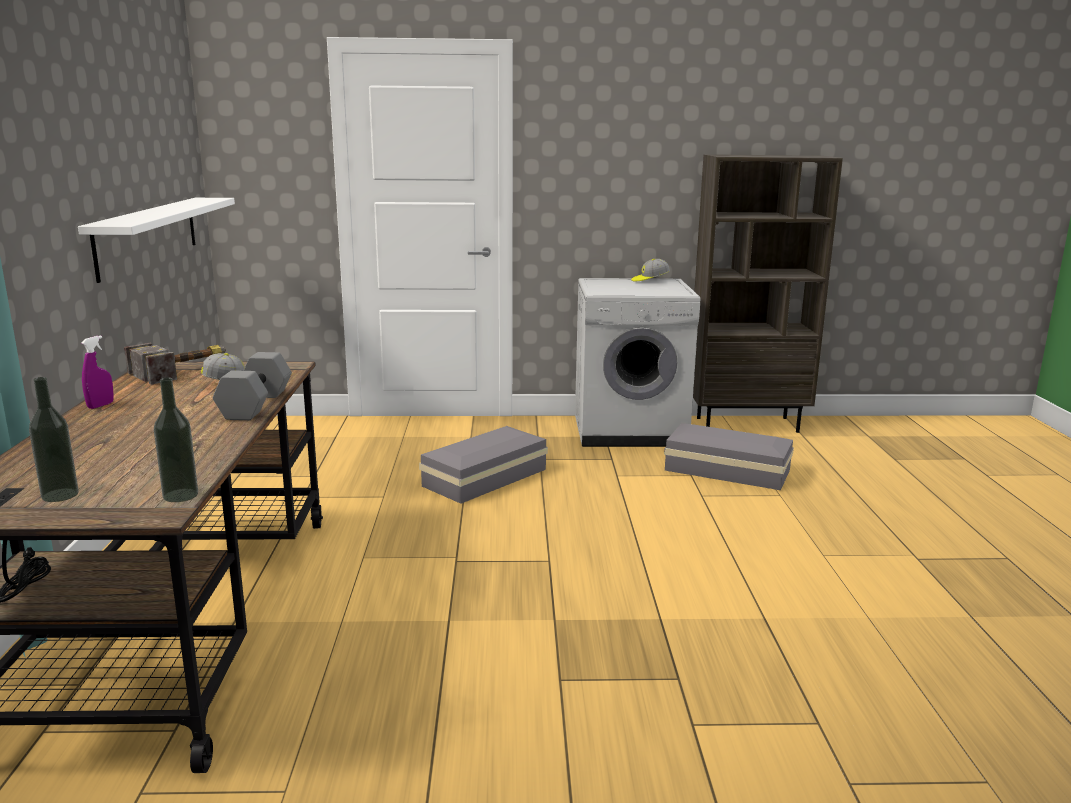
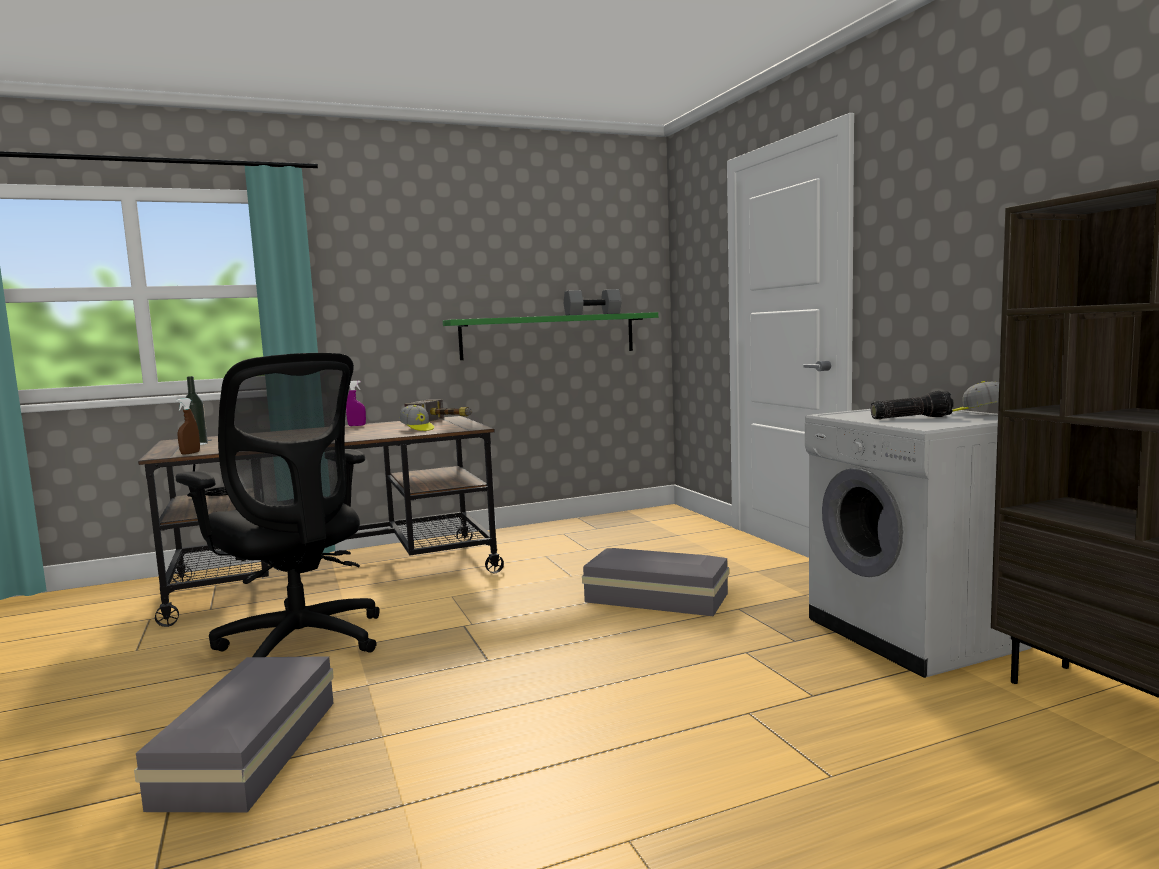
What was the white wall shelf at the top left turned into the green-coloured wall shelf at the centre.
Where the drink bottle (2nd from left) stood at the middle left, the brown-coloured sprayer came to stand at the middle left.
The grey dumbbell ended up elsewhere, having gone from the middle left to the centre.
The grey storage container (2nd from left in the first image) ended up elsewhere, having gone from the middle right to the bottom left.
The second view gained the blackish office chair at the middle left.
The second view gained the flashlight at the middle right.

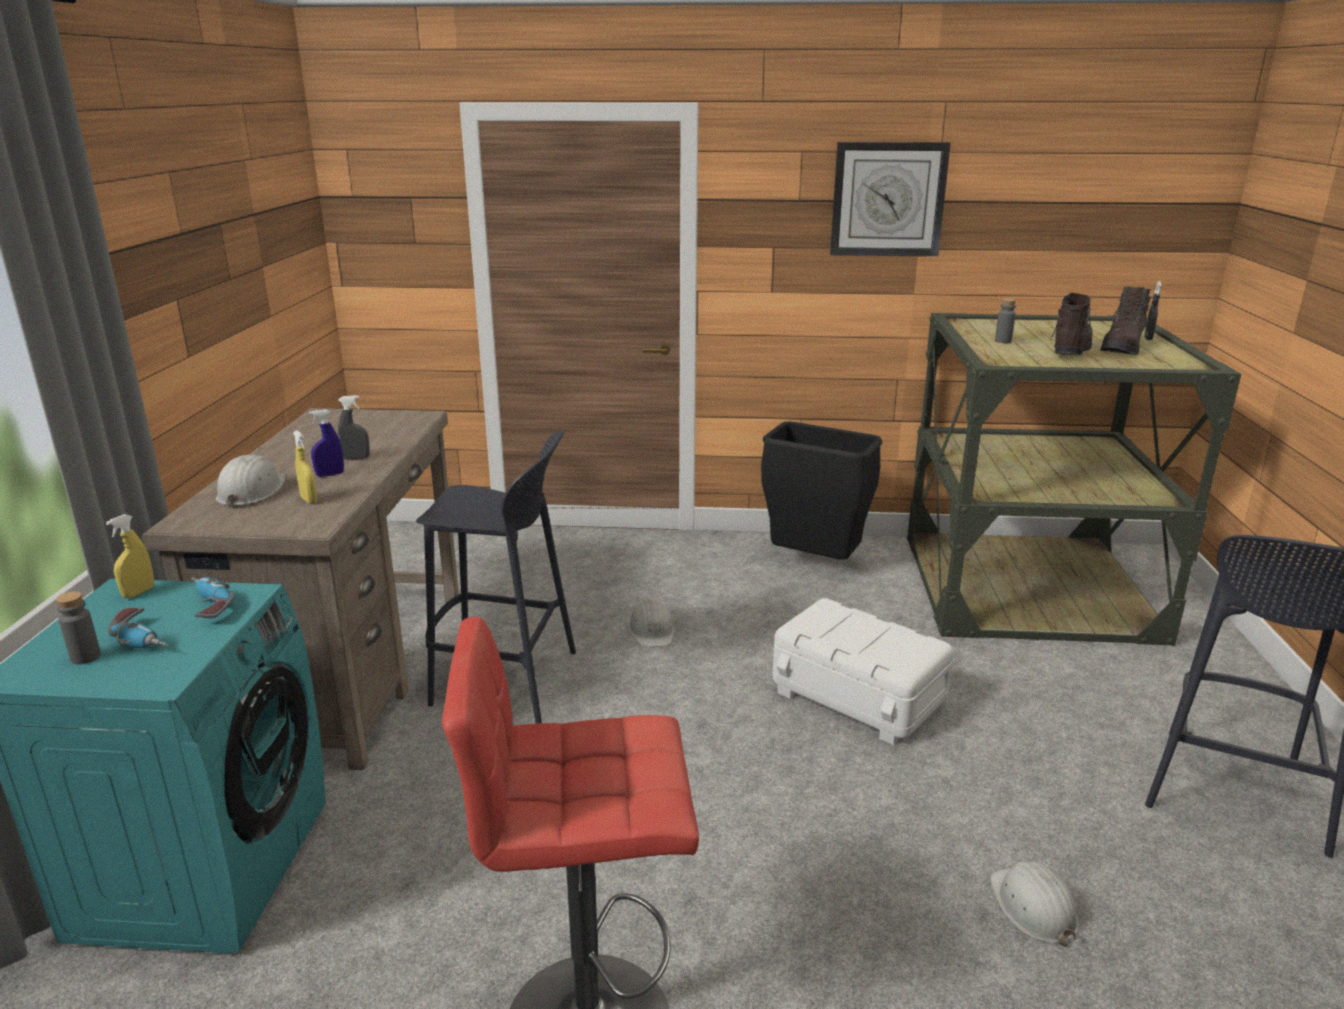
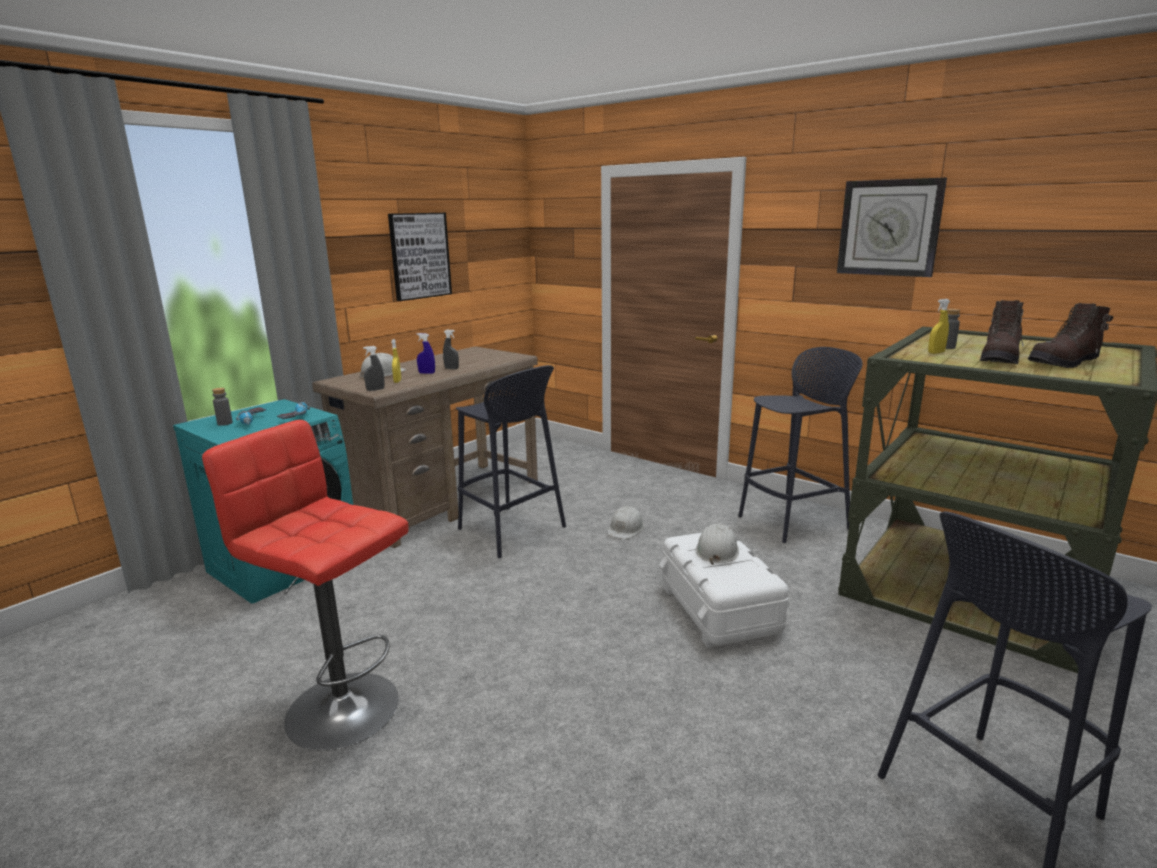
The yellow sprayer (1st from left in the first image) ended up elsewhere, having gone from the middle left to the middle right.
Where the blackish waste bin stood at the centre, the grey stool seat (2nd from left) came to stand at the middle right.
The white hard hat (3rd from left) ended up elsewhere, having gone from the bottom right to the centre.
The brown-coloured boot (1st from left) at the top right ended up facing another way, 150 degrees clockwise from before.
The grey sprayer (2nd from left in the first image) ended up elsewhere, having gone from the top right to the middle left.
The second view gained the picture at the top centre.

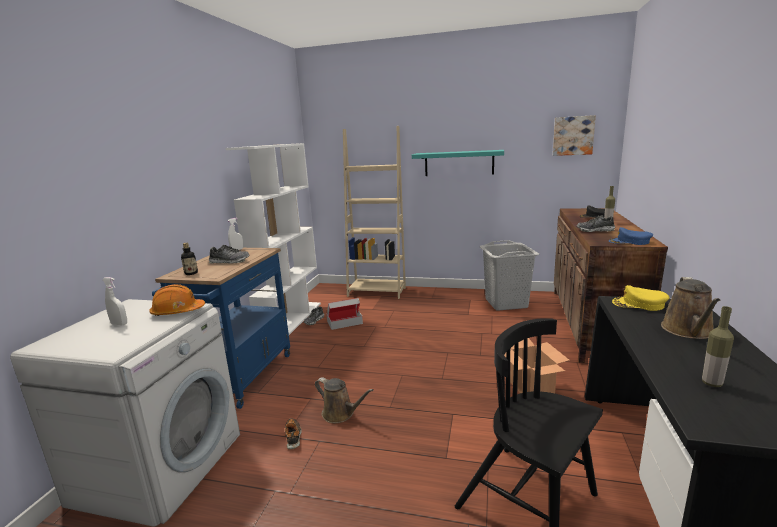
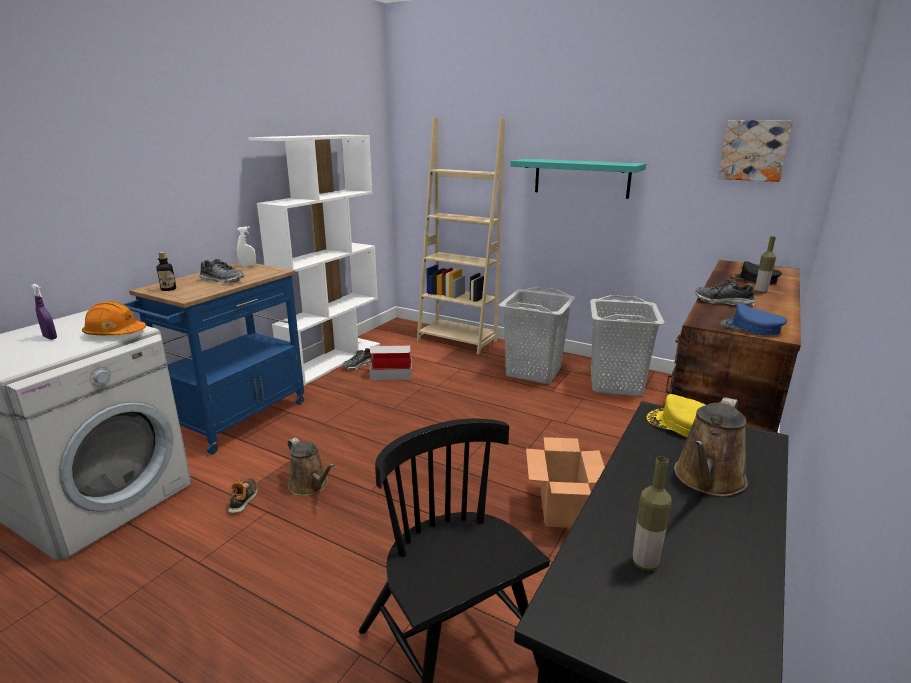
What was the white sprayer (1st from left) at the middle left turned into the purple sprayer at the middle left.
The second view gained the grey laundry basket (1st from left) at the centre.

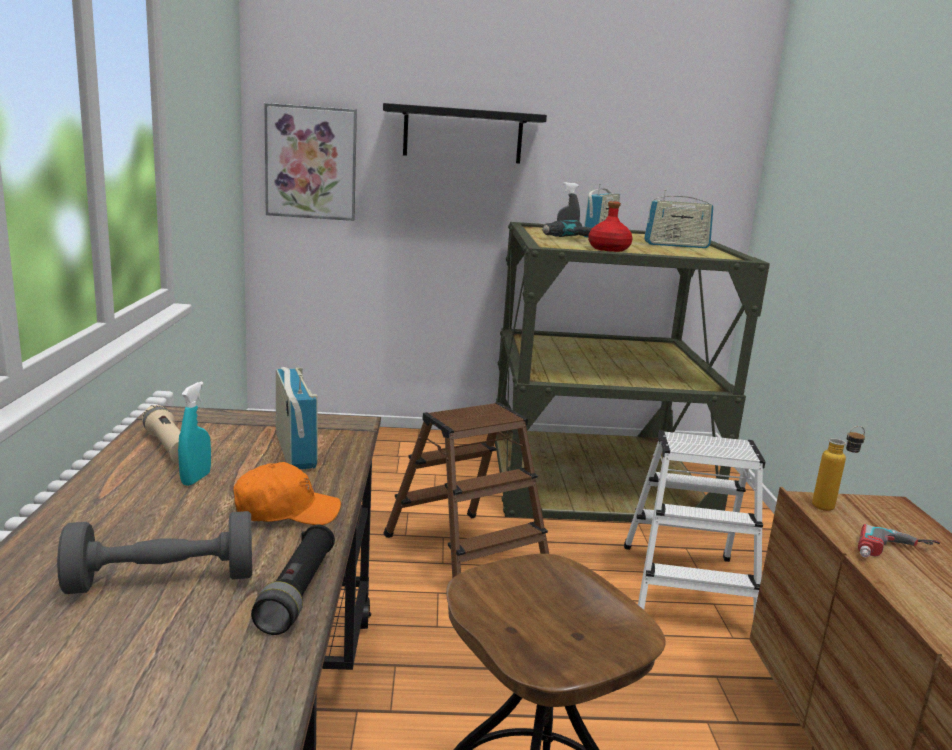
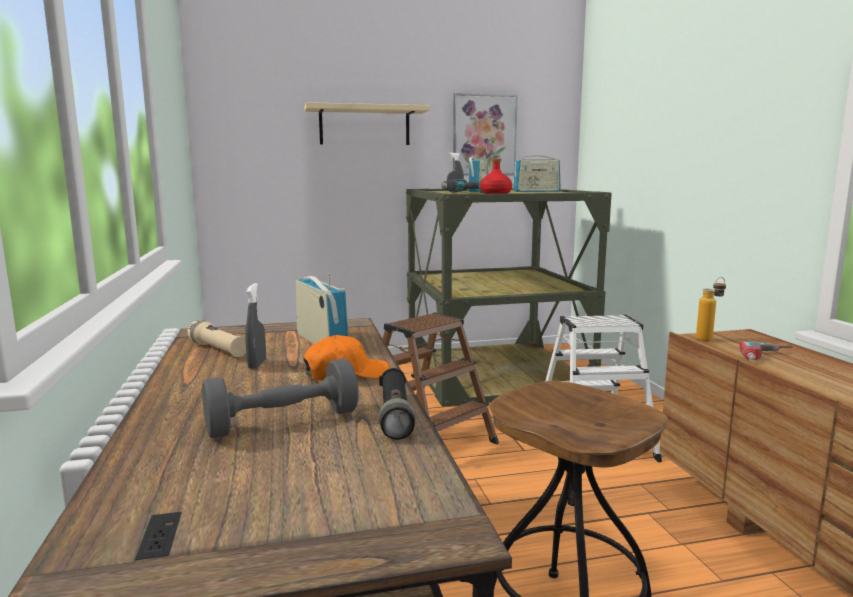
What was the turquoise-coloured sprayer at the middle left turned into the grey sprayer (1st from left) at the middle left.
The picture ended up elsewhere, having gone from the top left to the top centre.
What was the blackish wall shelf at the top centre turned into the beige wall shelf at the top centre.

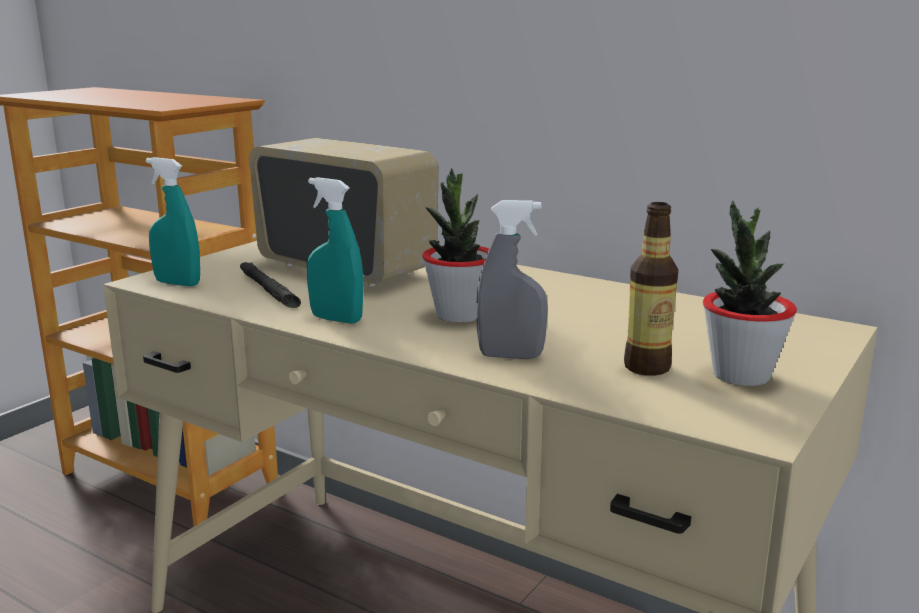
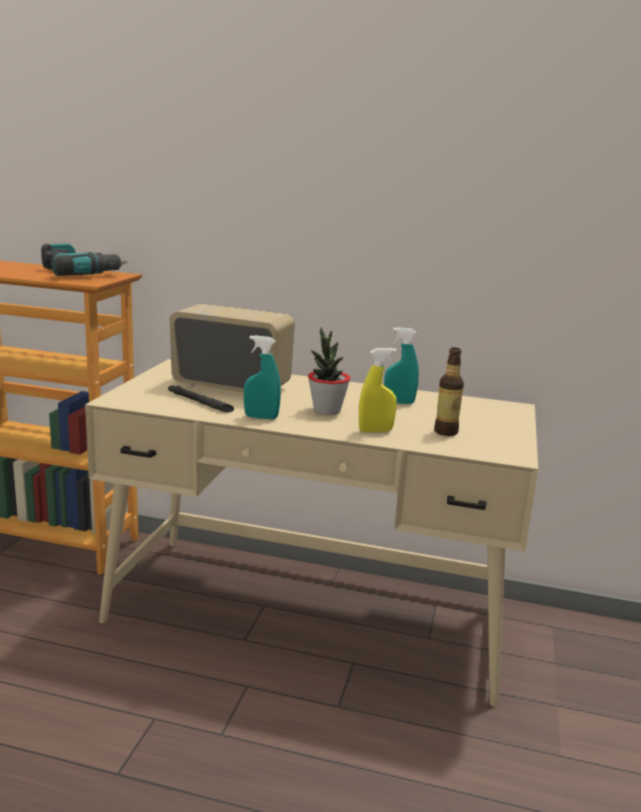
The turquoise-coloured sprayer (1st from left in the first image) ended up elsewhere, having gone from the middle left to the centre.
What was the grey sprayer at the centre turned into the yellow sprayer at the centre.
The second view lost the potted plant (2nd from left) at the middle right.
The second view gained the drill at the top left.

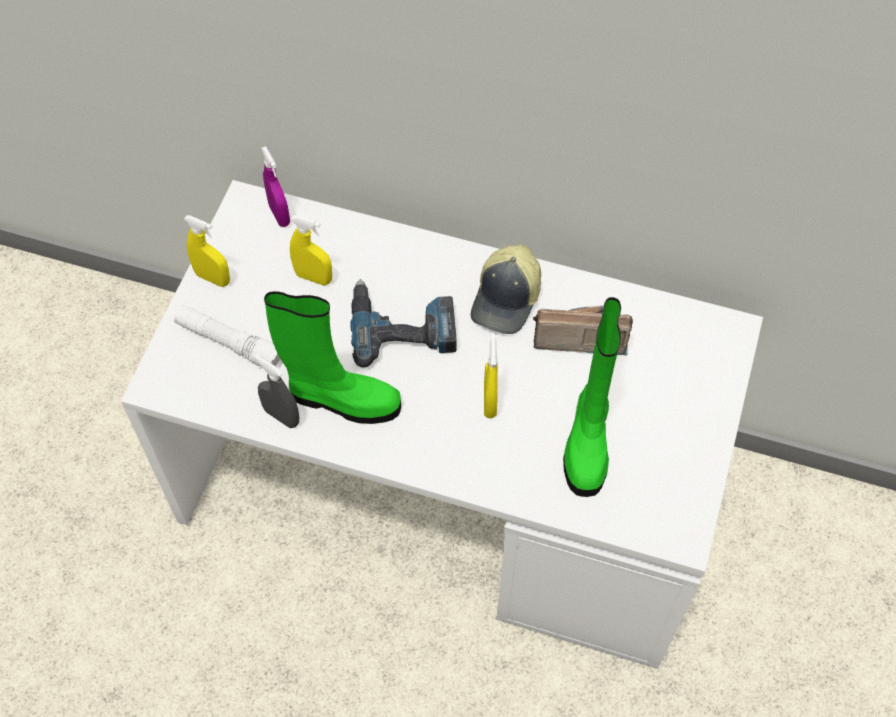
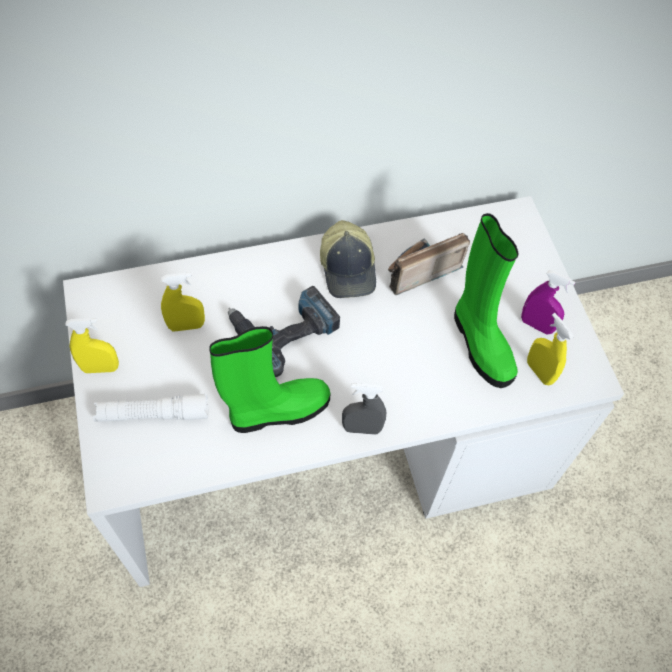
The grey sprayer ended up elsewhere, having gone from the middle left to the centre.
The purple sprayer ended up elsewhere, having gone from the top left to the middle right.
The yellow sprayer (3rd from left) ended up elsewhere, having gone from the centre to the middle right.

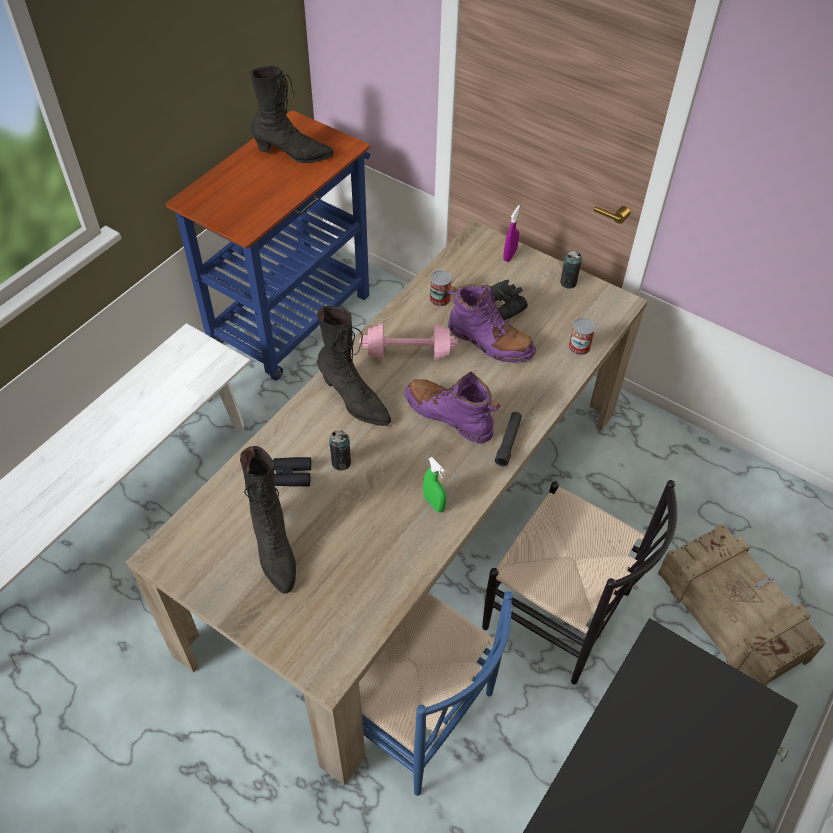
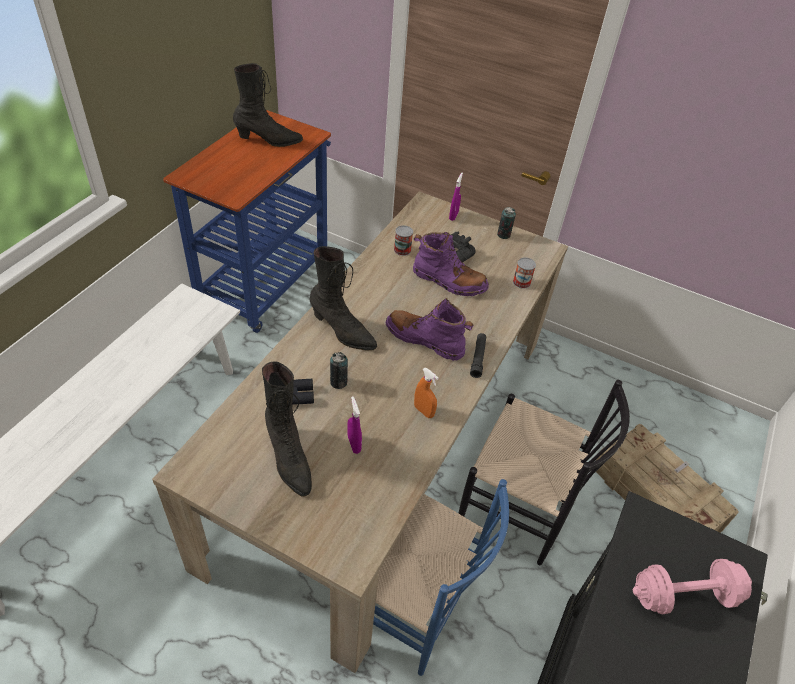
The pink-coloured dumbbell ended up elsewhere, having gone from the centre to the bottom right.
What was the green-coloured sprayer at the centre turned into the orange sprayer at the centre.
The second view gained the purple sprayer (1st from left) at the centre.

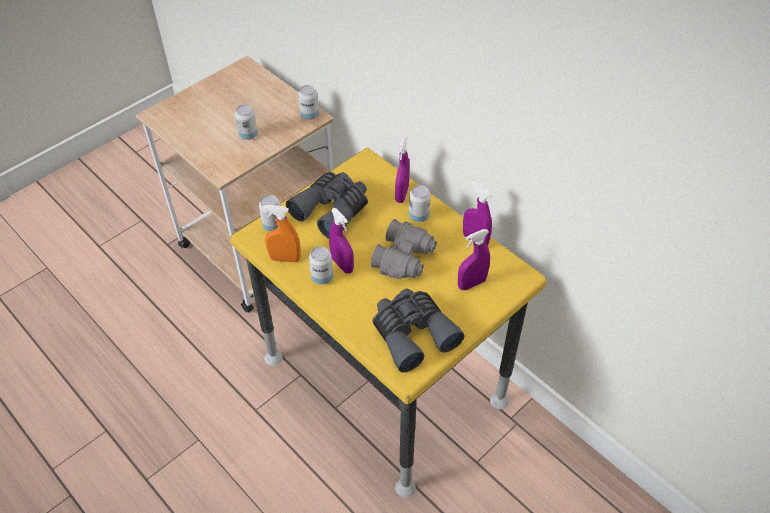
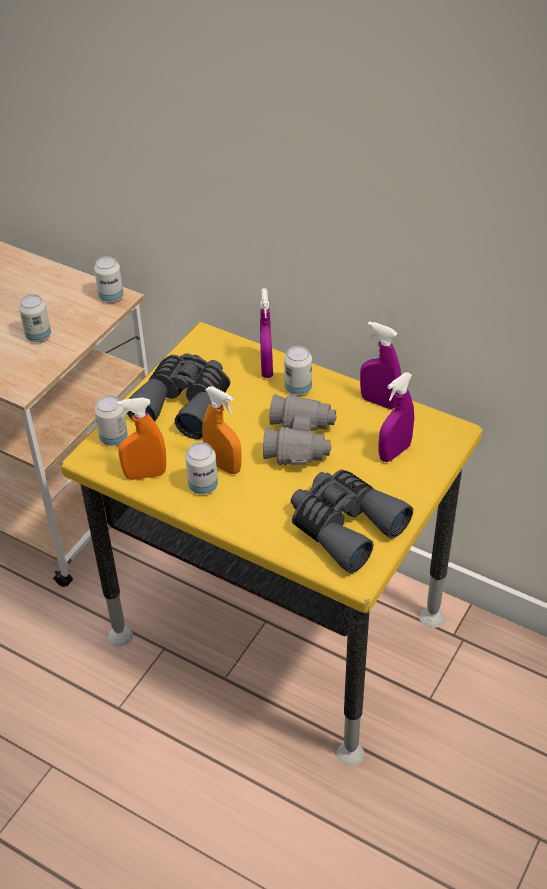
What was the purple sprayer (1st from left) at the centre turned into the orange sprayer (2nd from left) at the centre.

